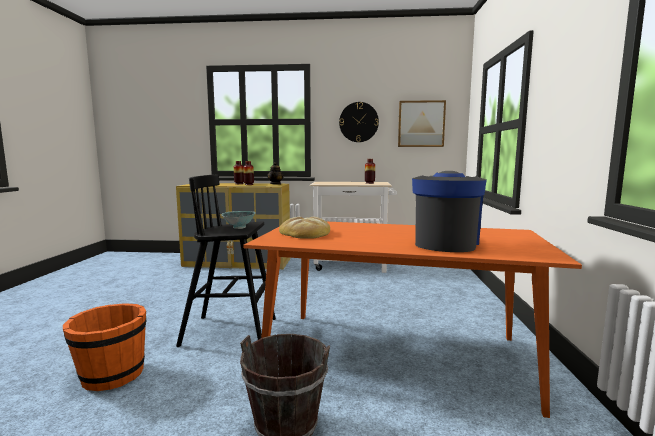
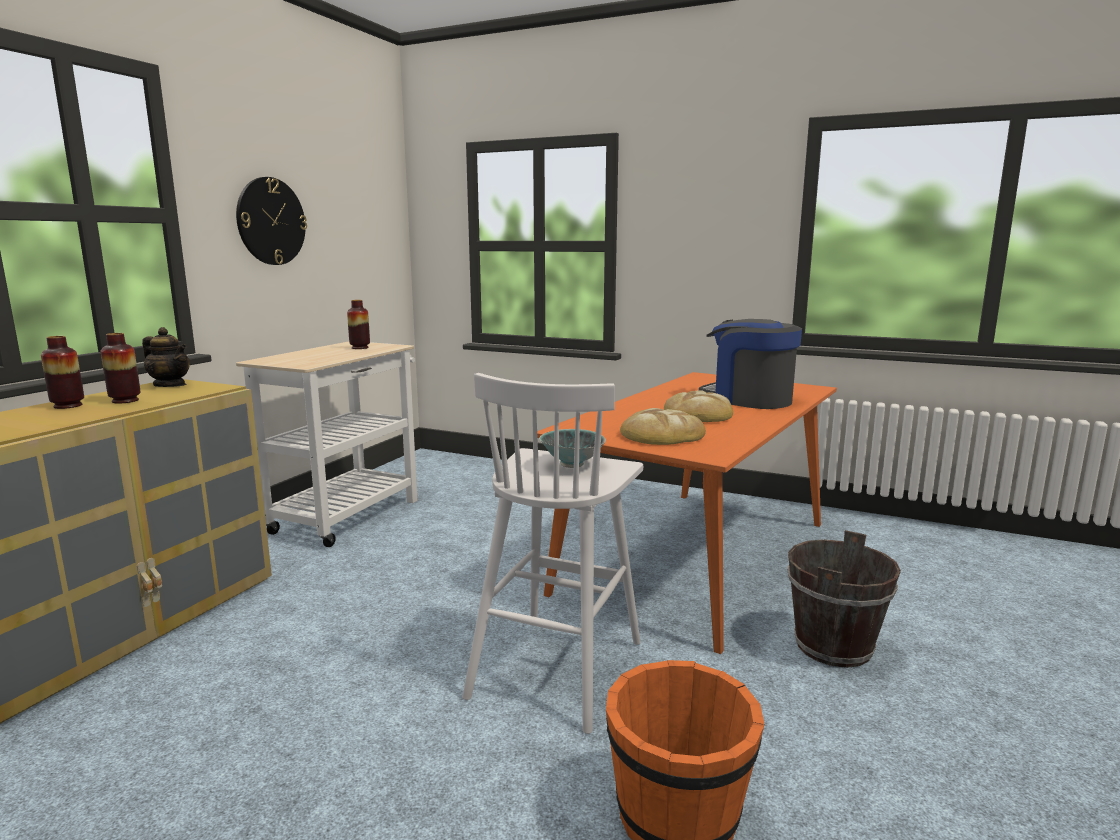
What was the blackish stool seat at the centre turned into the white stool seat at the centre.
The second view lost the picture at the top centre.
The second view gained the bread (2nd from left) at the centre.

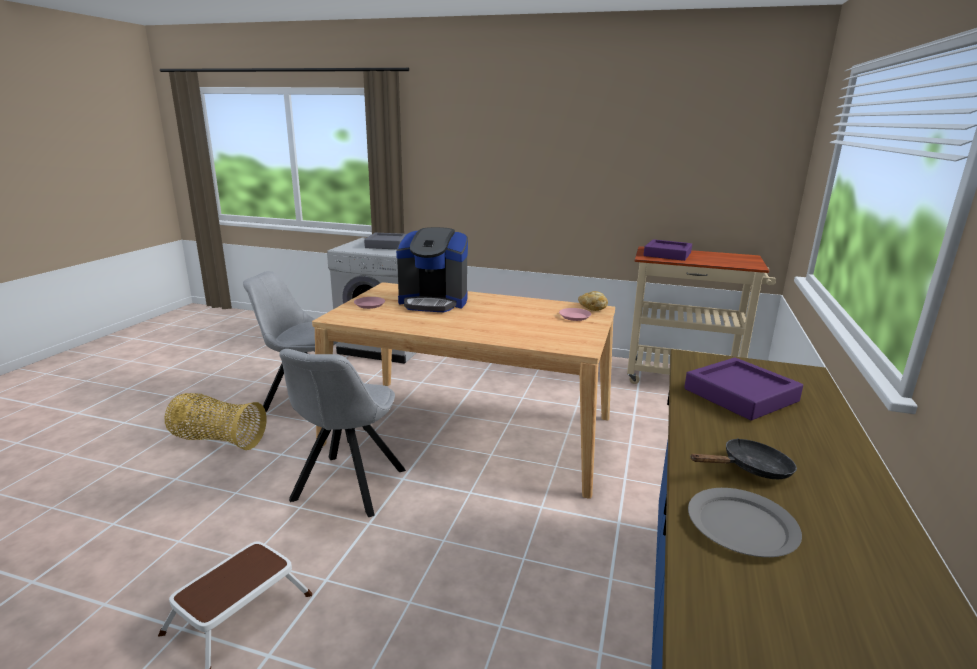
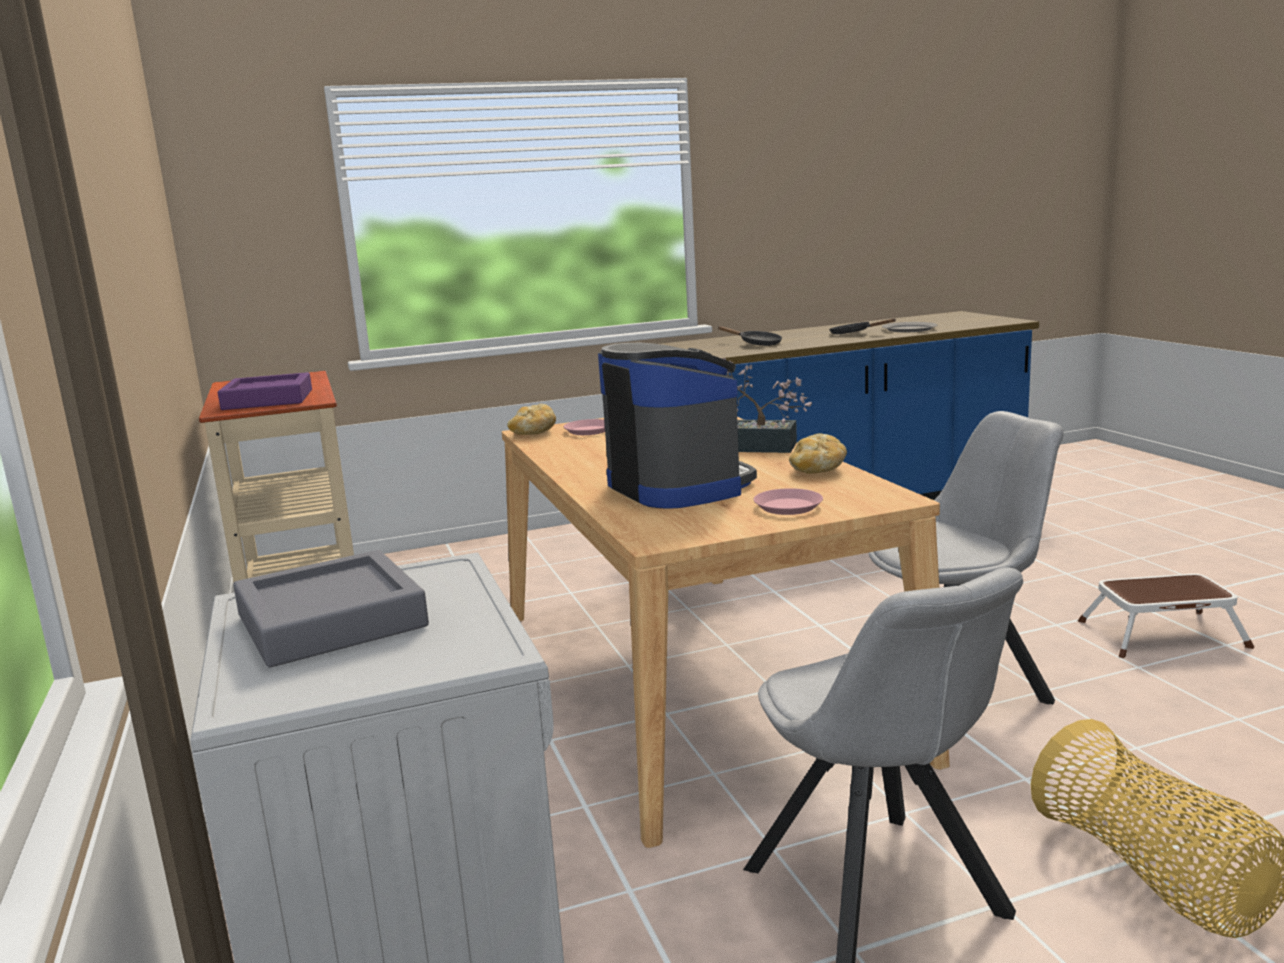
Where the purple carrying tray (2nd from left) stood at the middle right, the blackish skillet (1st from left) came to stand at the centre.
The second view gained the potted plant at the centre.
The second view gained the bread (2nd from left) at the centre.

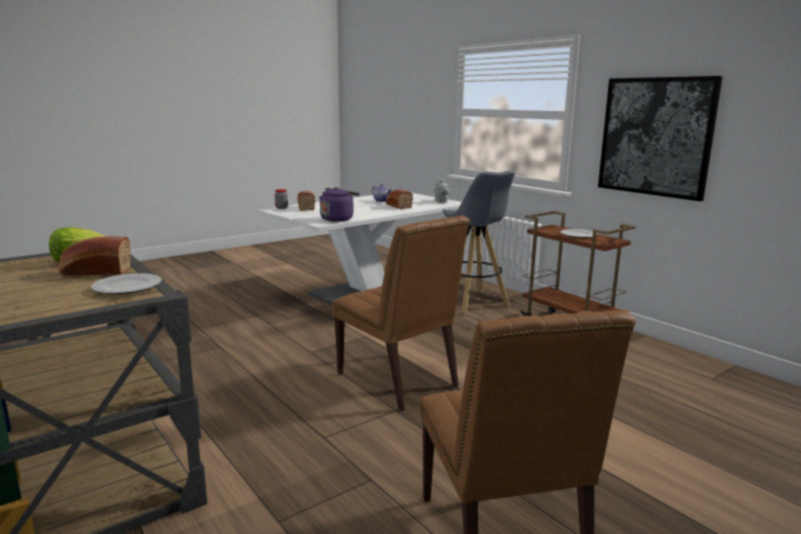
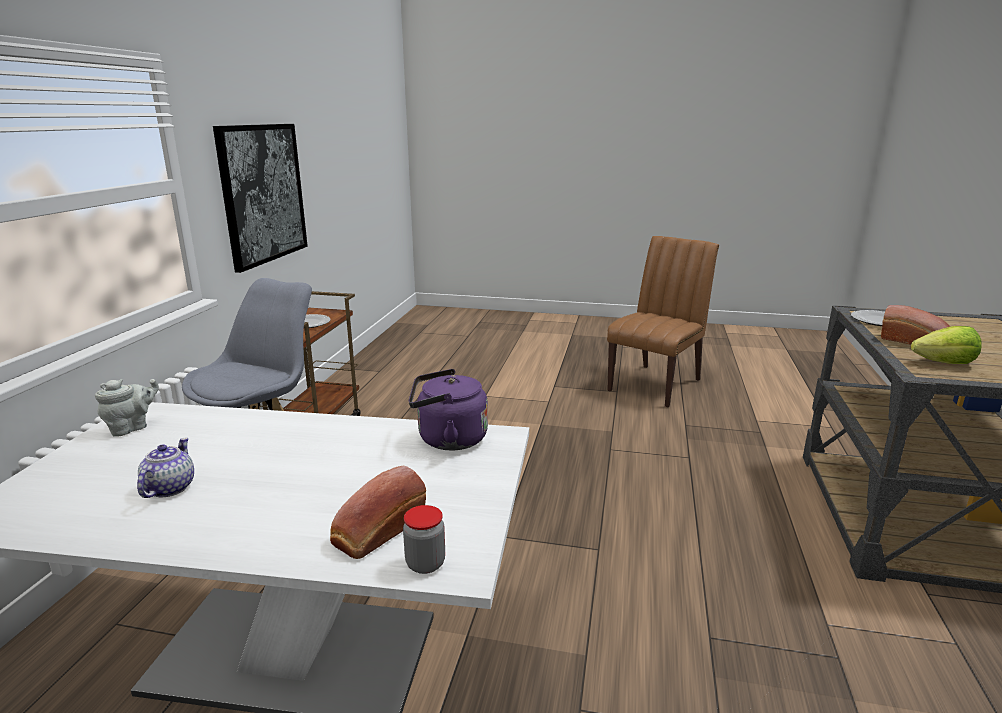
The second view lost the brown-coloured chair (1st from left) at the centre.
The second view lost the bread (3rd from left) at the centre.

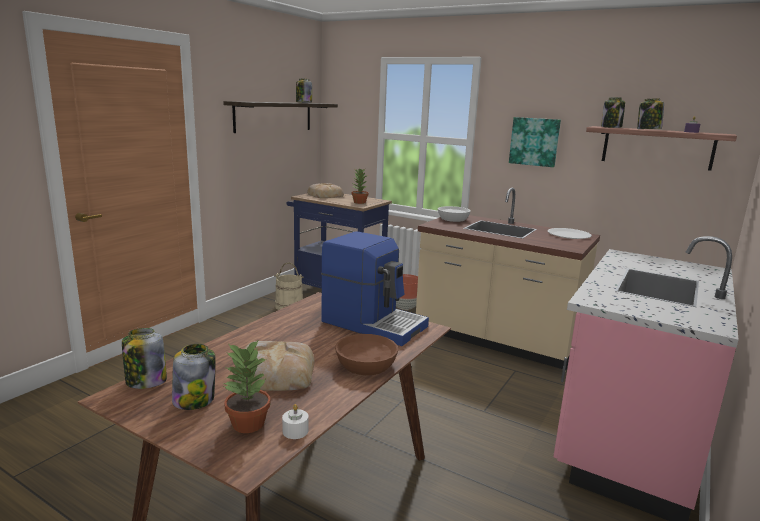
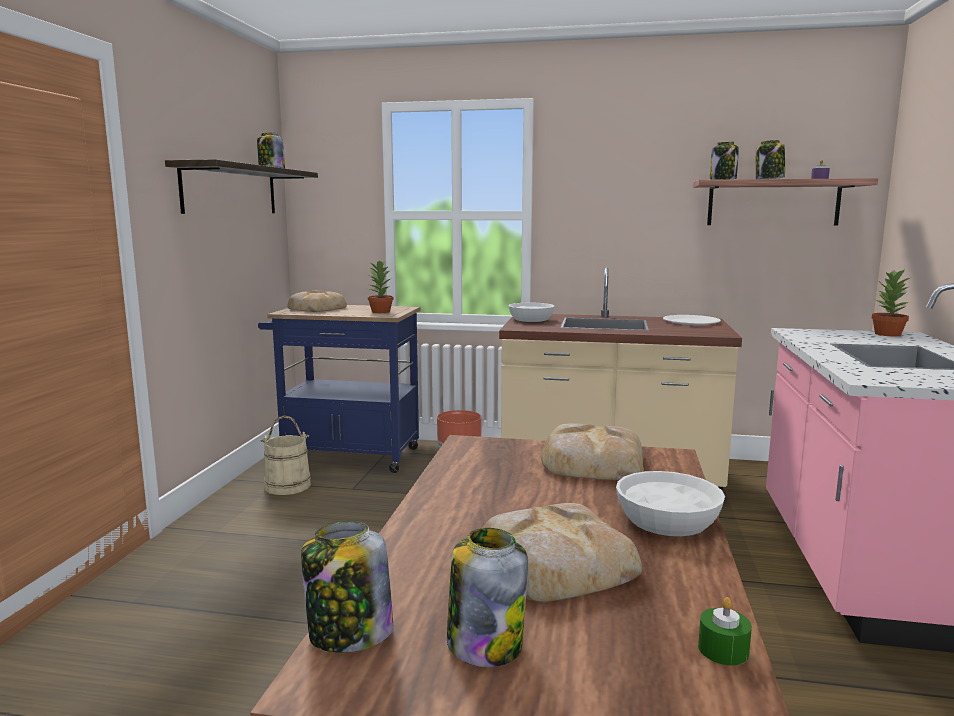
The potted plant (1st from left in the first image) ended up elsewhere, having gone from the bottom left to the middle right.
What was the white candle at the bottom centre turned into the green-coloured candle at the bottom right.
Where the coffee machine stood at the centre, the bread (3rd from left) came to stand at the centre.
What was the brown-coloured deep dish at the bottom centre turned into the white deep dish (2nd from left) at the bottom right.
The second view lost the picture at the top right.

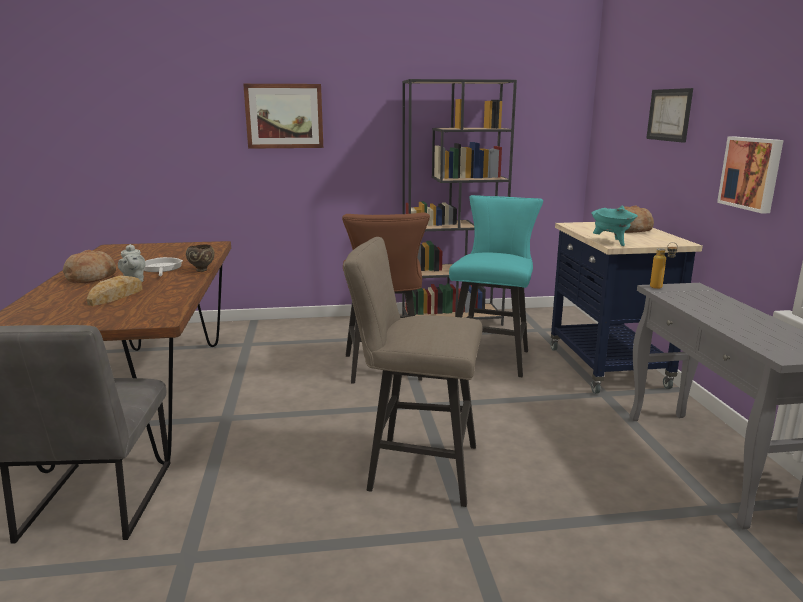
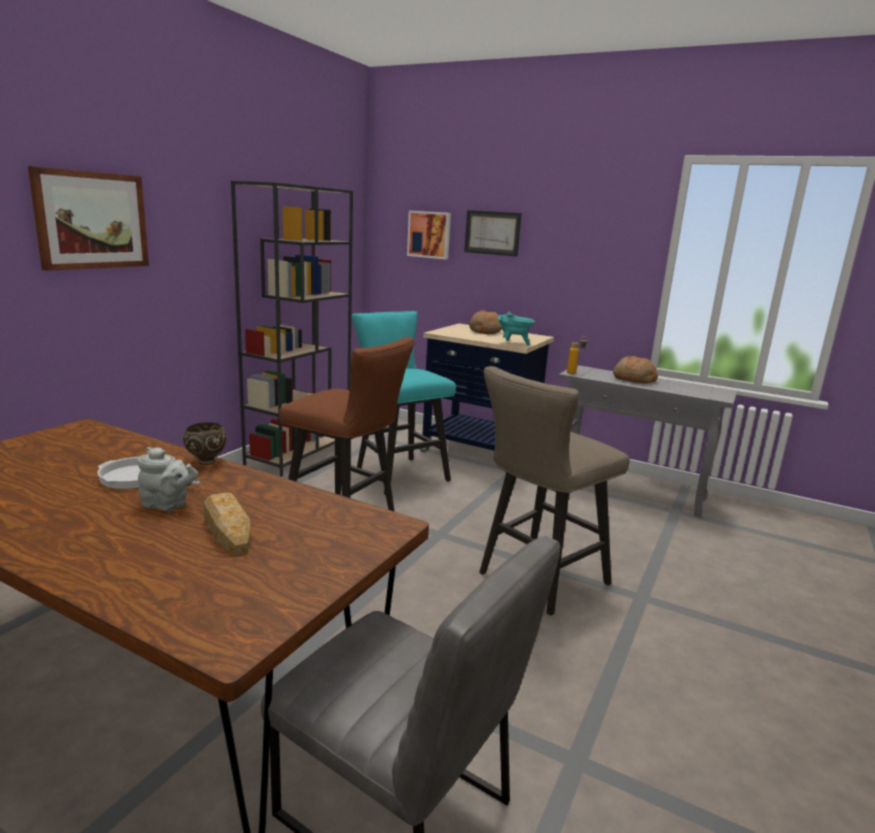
The bread (1st from left in the first image) ended up elsewhere, having gone from the middle left to the middle right.
The picture (3rd from left in the first image) ended up elsewhere, having gone from the top right to the top centre.

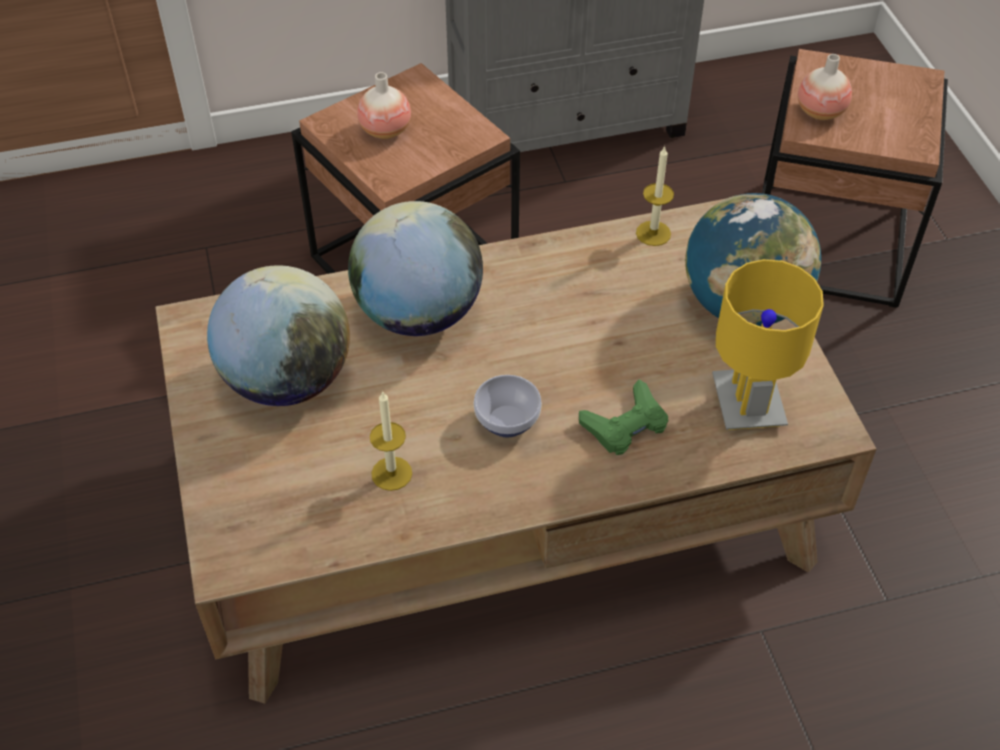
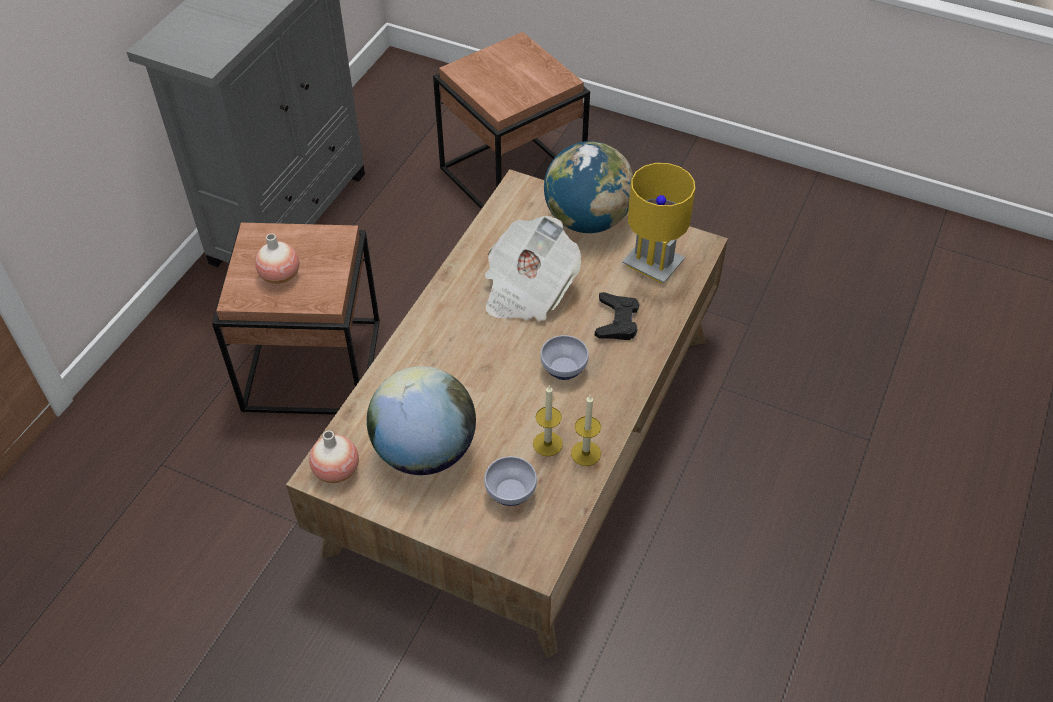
The second view lost the desk globe (2nd from left) at the centre.
What was the green-coloured gamepad at the centre turned into the blackish gamepad at the centre.
The candle (2nd from left) ended up elsewhere, having gone from the top centre to the centre.
The flower vase (2nd from left) ended up elsewhere, having gone from the top right to the middle left.
The second view gained the deep dish (1st from left) at the bottom centre.
The second view gained the daily paper at the centre.

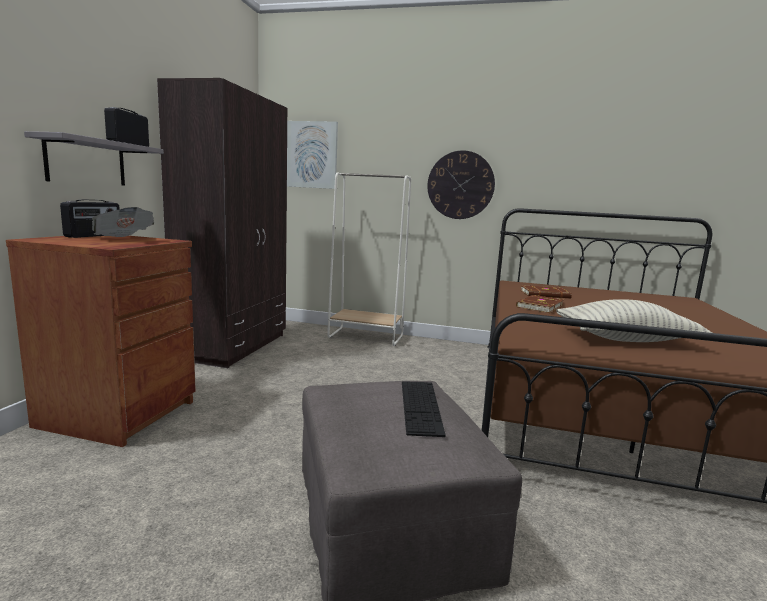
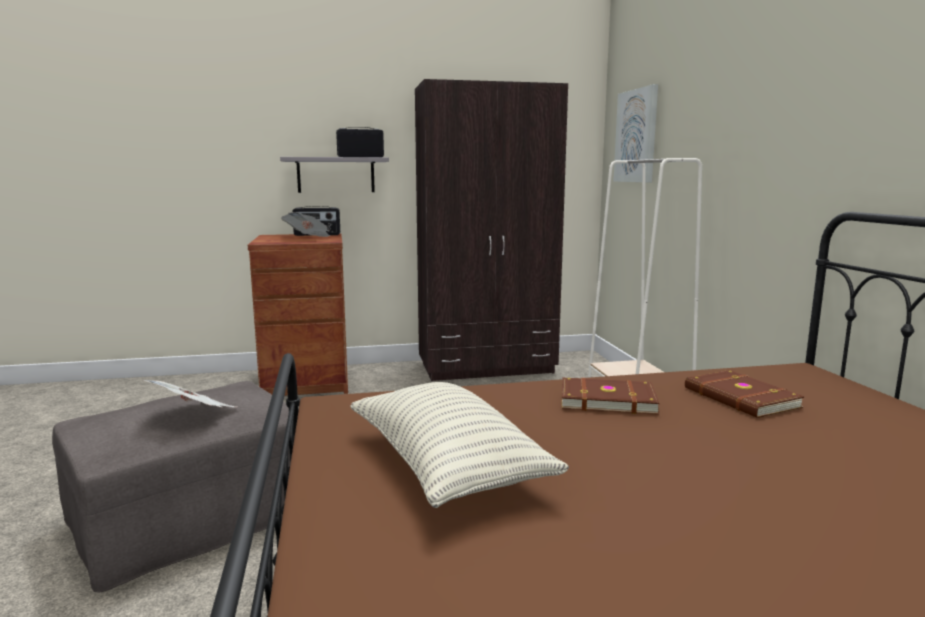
Where the computer keyboard stood at the bottom centre, the daily paper (1st from left) came to stand at the middle left.
The second view lost the wall clock at the top centre.

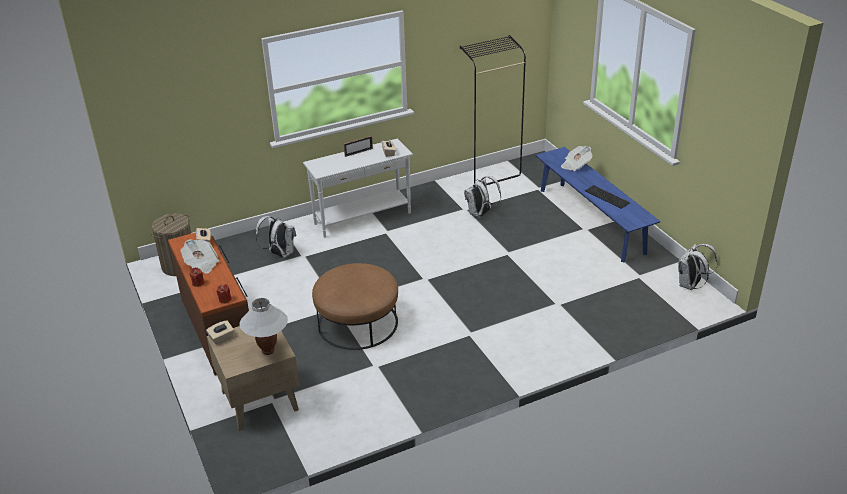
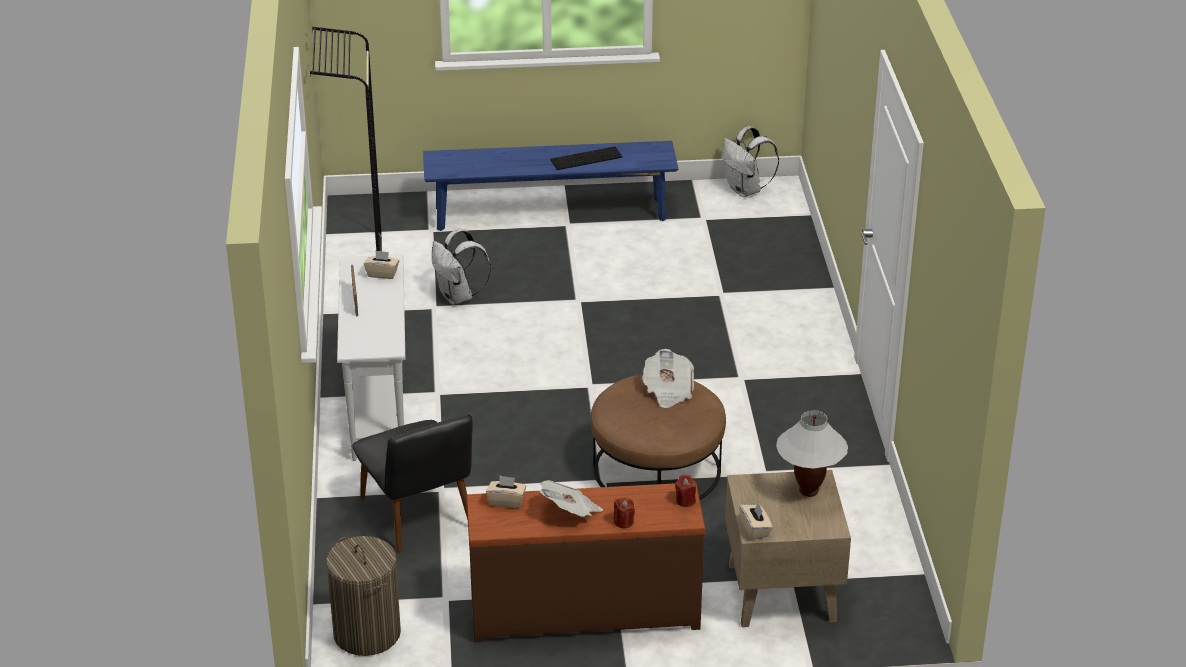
Where the white rucksack (1st from left) stood at the middle left, the blackish chair came to stand at the bottom centre.
The daily paper (2nd from left) ended up elsewhere, having gone from the top right to the centre.

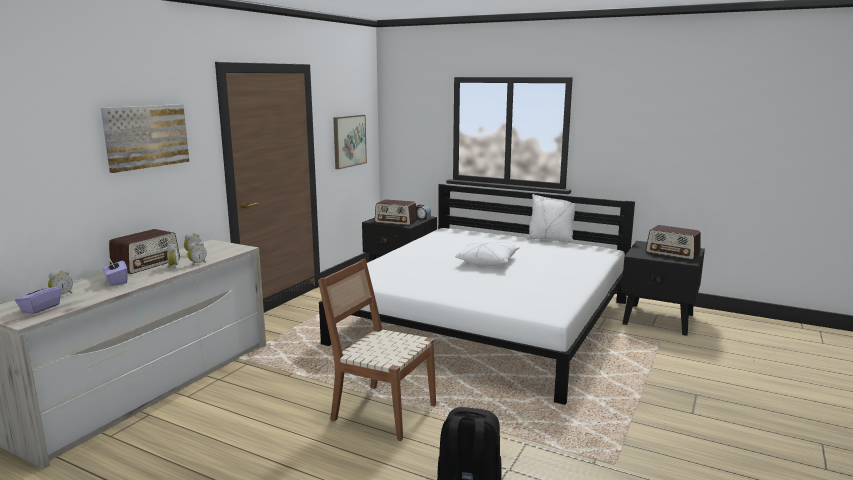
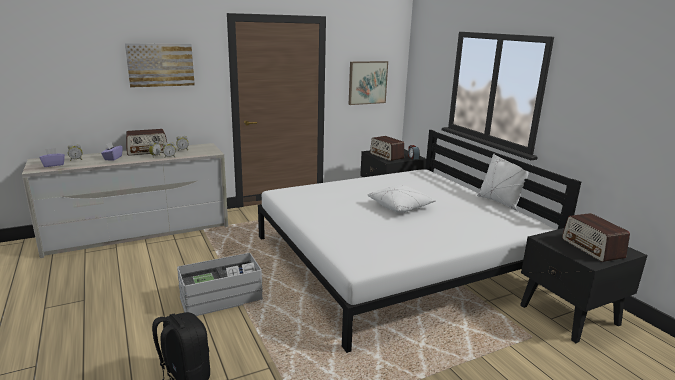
Where the chair stood at the bottom centre, the grey storage container came to stand at the bottom left.

